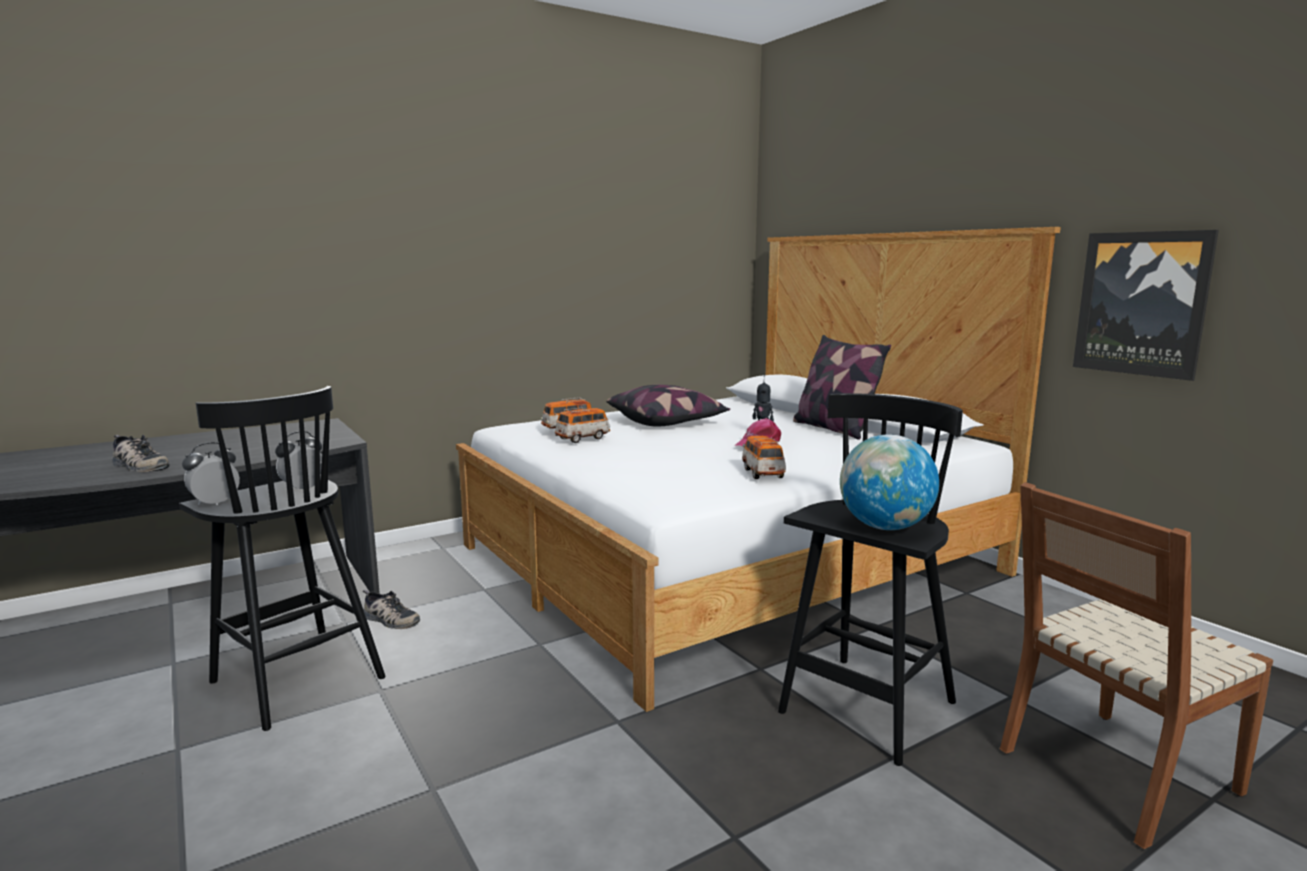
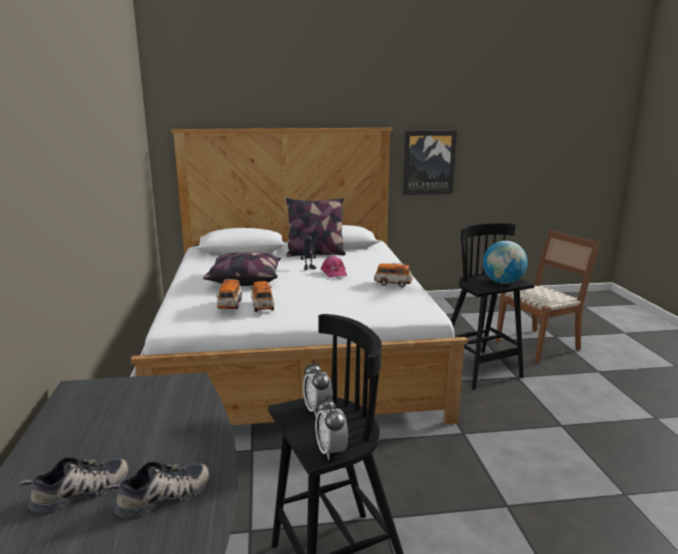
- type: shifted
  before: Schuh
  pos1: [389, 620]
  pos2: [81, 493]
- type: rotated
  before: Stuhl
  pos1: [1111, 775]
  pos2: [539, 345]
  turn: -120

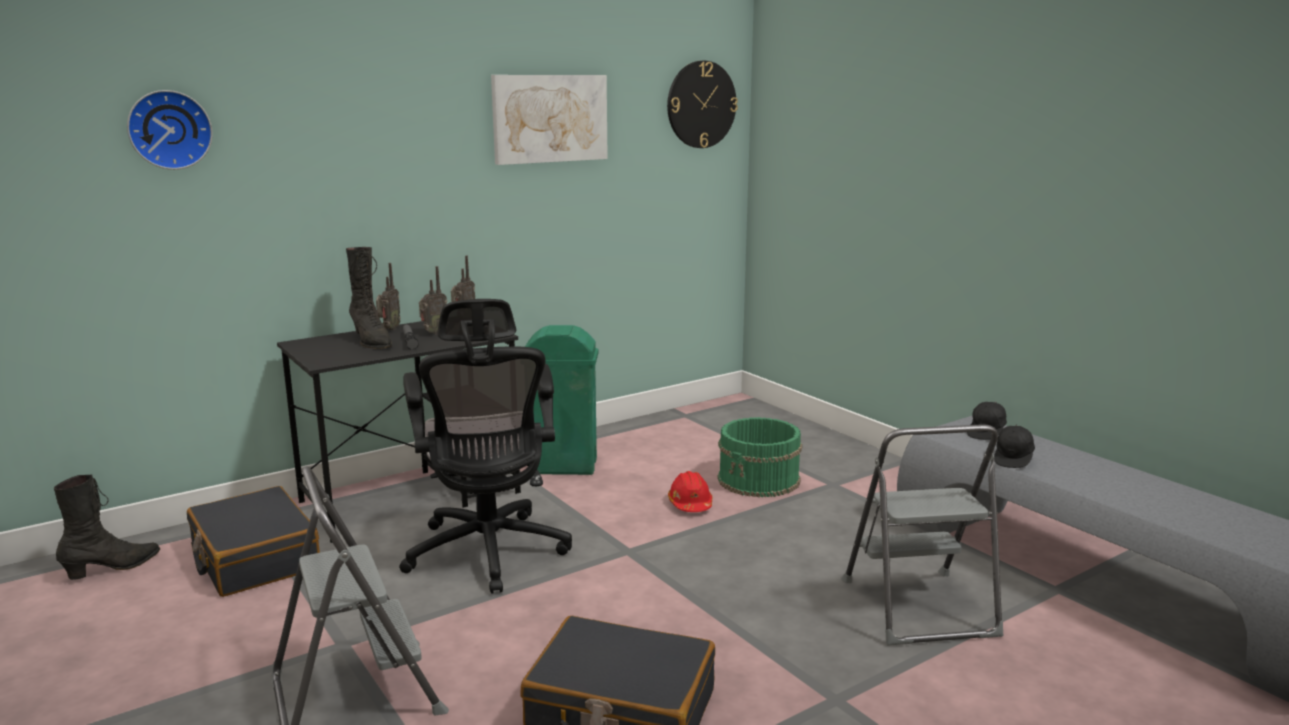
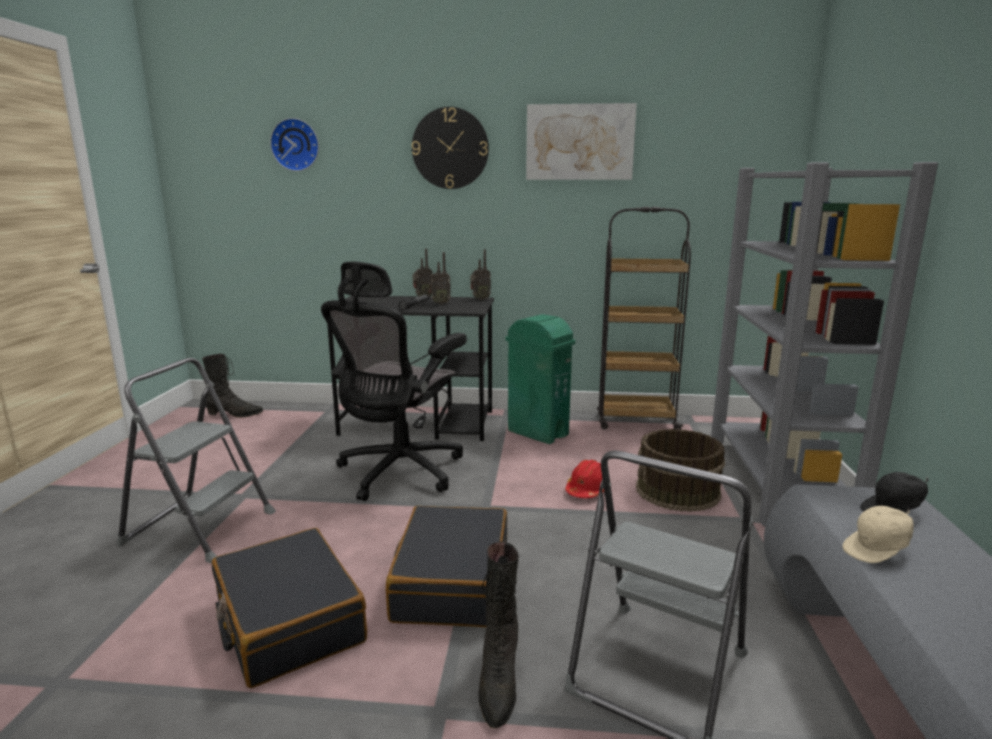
- type: shifted
  before: Koffer [schwarz]
  pos1: [254, 558]
  pos2: [451, 582]
- type: shifted
  before: Wanduhr
  pos1: [701, 104]
  pos2: [450, 148]
- type: shifted
  before: Stiefel [schwarz]
  pos1: [371, 341]
  pos2: [498, 682]
- type: new
  after: Rollwagen [braun]
  pos2: [636, 423]
- type: repainted
  before: Eimer [grün]
  after: Eimer [braun]
  pos1: [759, 480]
  pos2: [678, 491]
- type: new
  after: Bücherregal [grau]
  pos2: [777, 478]
- type: repainted
  before: Kappe [schwarz]
  after: Kappe [beige]
  pos1: [1013, 459]
  pos2: [878, 551]

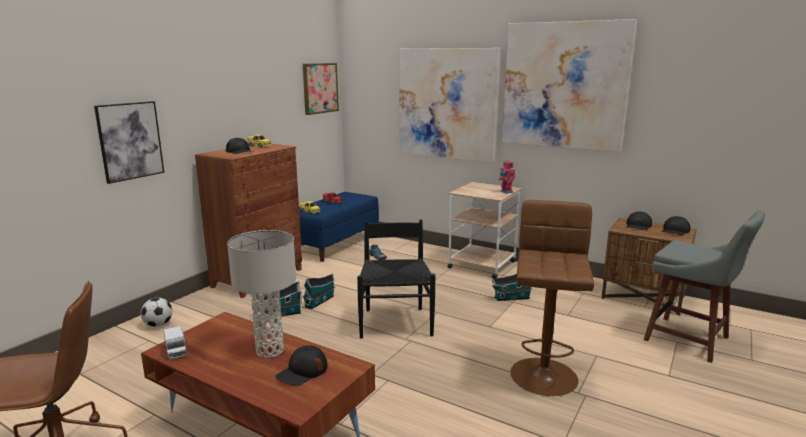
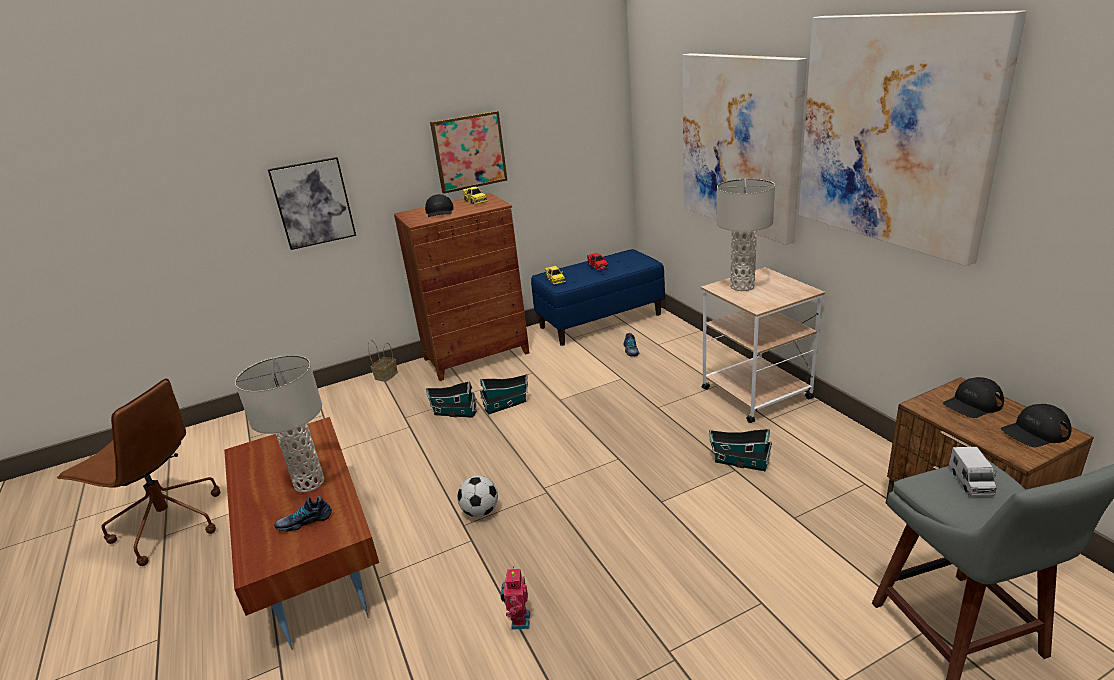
- type: swapped
  before: Kappe [schwarz]
  after: Schuh
  pos1: [302, 371]
  pos2: [304, 521]
- type: new
  after: Korb
  pos2: [386, 375]
- type: shifted
  before: Bild
  pos1: [320, 88]
  pos2: [469, 151]
- type: shifted
  before: Fußball
  pos1: [158, 325]
  pos2: [480, 511]
- type: shifted
  before: Spielzeugroboter
  pos1: [505, 192]
  pos2: [519, 620]
- type: new
  after: Tischlampe [weiß]
  pos2: [742, 286]
- type: shifted
  before: Spielzeuglaster
  pos1: [176, 351]
  pos2: [970, 481]
- type: gone
  before: Stuhl [schwarz]
  pos1: [395, 322]
- type: gone
  before: Hocker [braun]
  pos1: [544, 376]

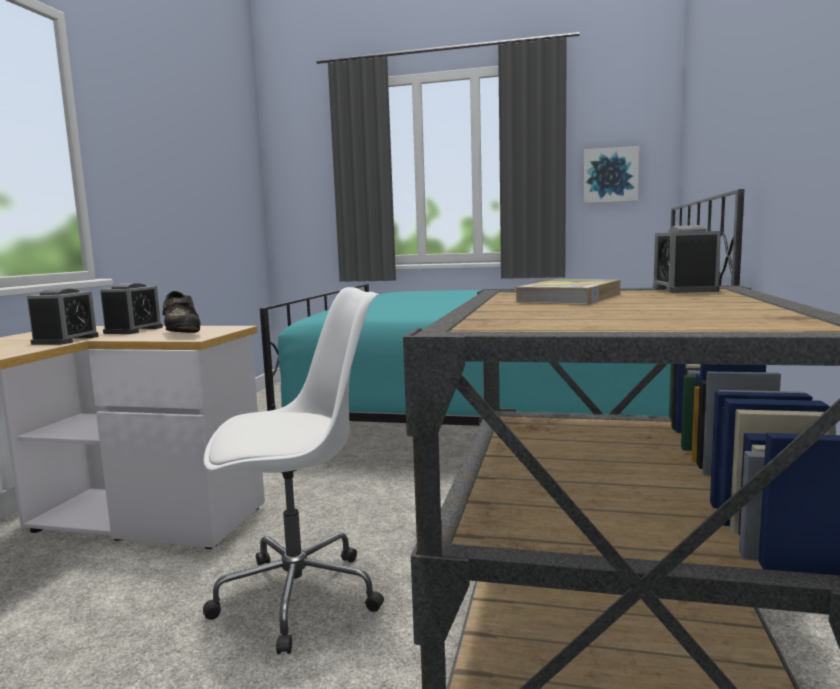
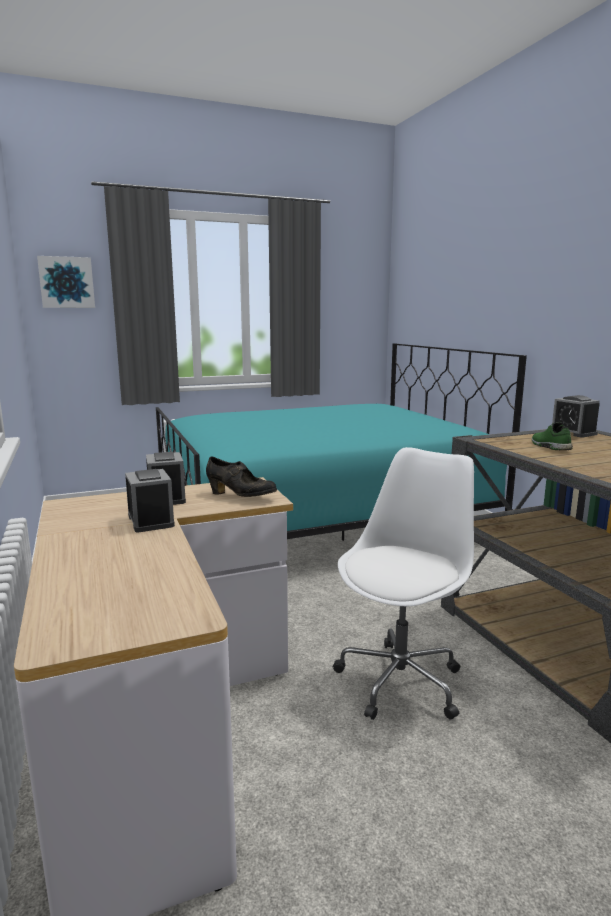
- type: shifted
  before: Bild
  pos1: [610, 175]
  pos2: [67, 282]
- type: swapped
  before: Buch
  after: Schuh [grün]
  pos1: [569, 298]
  pos2: [549, 446]

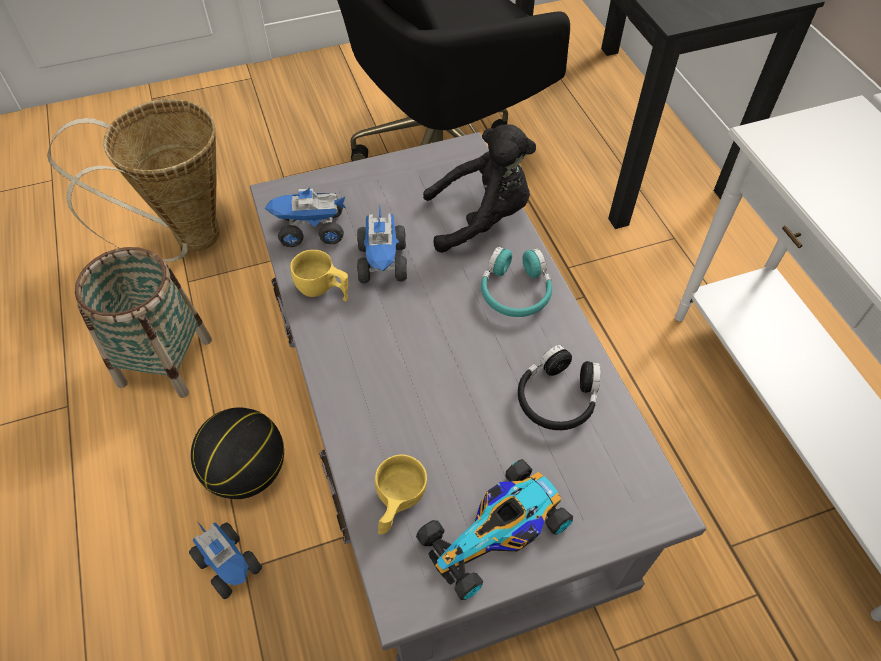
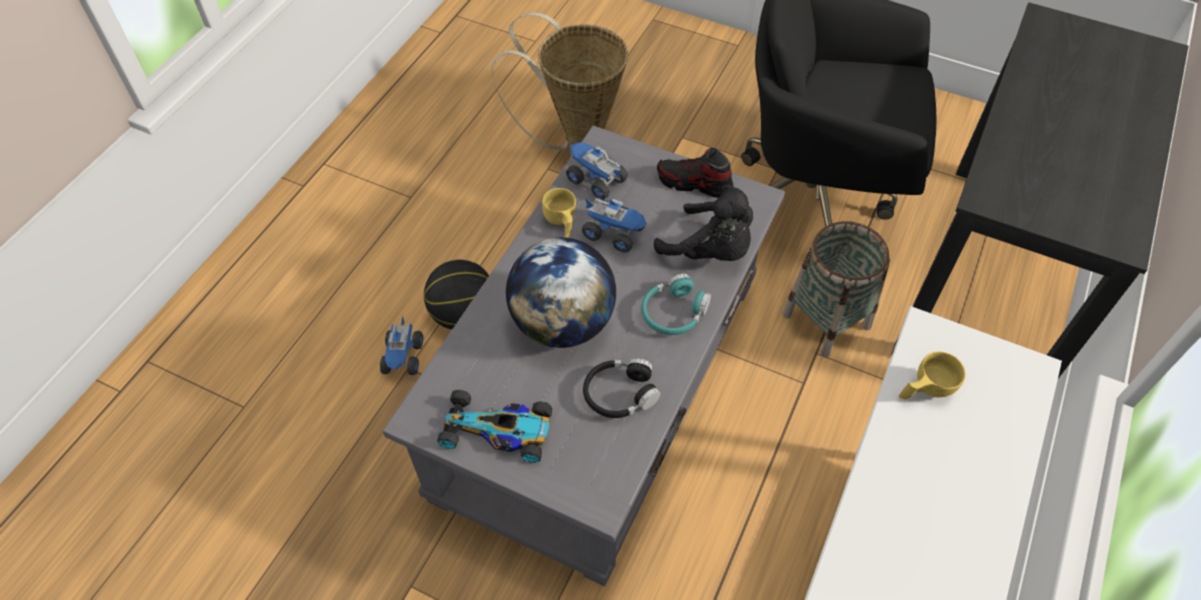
- type: new
  after: Globus
  pos2: [562, 323]
- type: rotated
  before: Spielzeuglaster
  pos1: [383, 263]
  pos2: [614, 233]
  turn: -105
- type: new
  after: Schuh
  pos2: [694, 184]
- type: shifted
  before: Korb
  pos1: [165, 361]
  pos2: [826, 320]
- type: shifted
  before: Tasse [gelb]
  pos1: [396, 503]
  pos2: [925, 389]

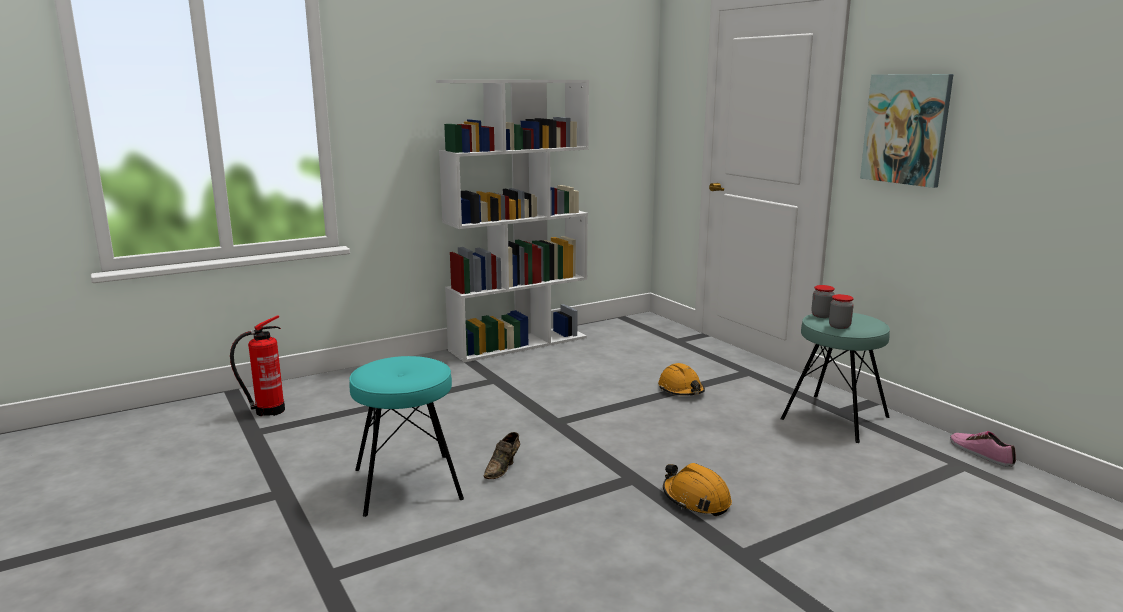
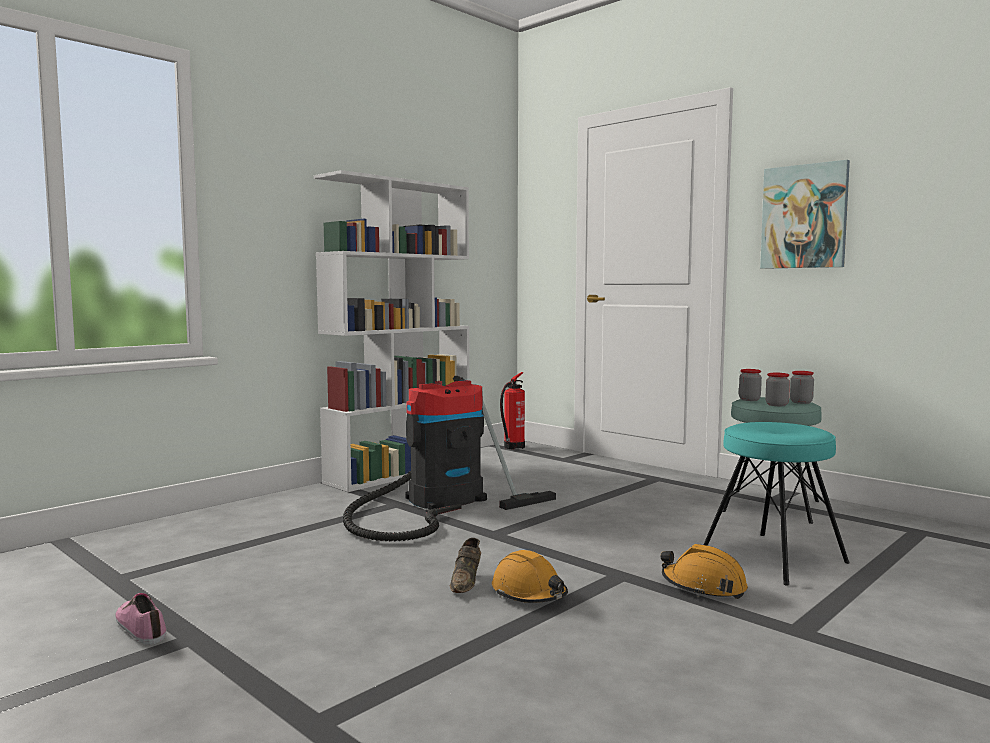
- type: shifted
  before: Schuh
  pos1: [981, 453]
  pos2: [142, 627]
- type: new
  after: Staubsauger
  pos2: [439, 502]
- type: shifted
  before: Schutzhelm [orange]
  pos1: [681, 390]
  pos2: [529, 593]
- type: shifted
  before: Feuerlöscher
  pos1: [267, 411]
  pos2: [512, 447]
- type: shifted
  before: Hocker [türkis]
  pos1: [407, 484]
  pos2: [773, 558]
- type: new
  after: Vorratsglas
  pos2: [801, 402]

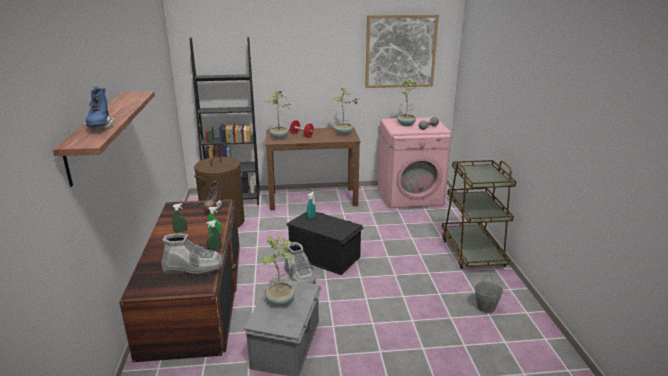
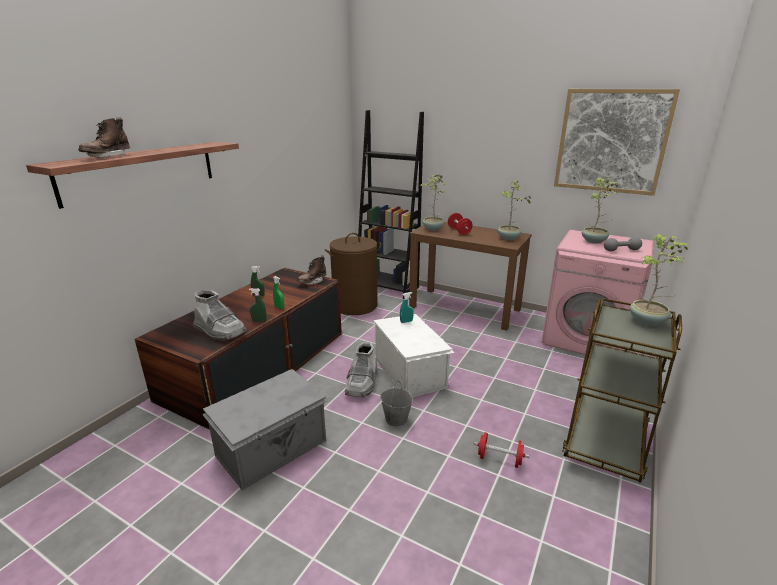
- type: repainted
  before: Stiefel [blau]
  after: Stiefel [braun]
  pos1: [100, 127]
  pos2: [107, 157]
- type: repainted
  before: Aufbewahrungsbox [schwarz]
  after: Aufbewahrungsbox [weiß]
  pos1: [325, 256]
  pos2: [410, 372]
- type: shifted
  before: Eimer [grau]
  pos1: [485, 307]
  pos2: [396, 419]
- type: new
  after: Hantel [rot]
  pos2: [499, 459]
- type: shifted
  before: Topfpflanze
  pos1: [281, 301]
  pos2: [648, 321]

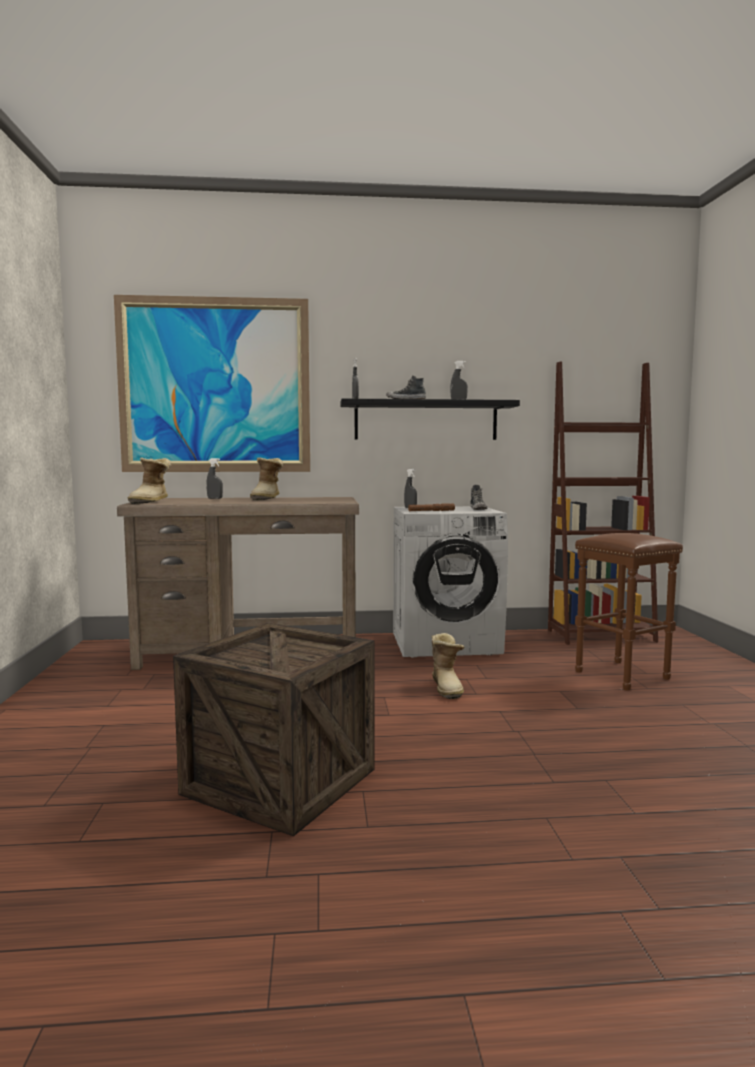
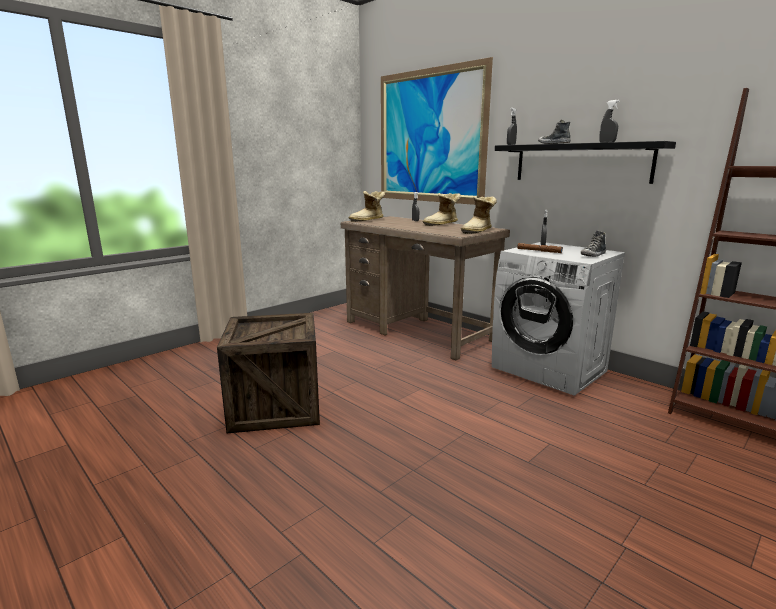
- type: shifted
  before: Stiefel
  pos1: [448, 687]
  pos2: [478, 231]
- type: gone
  before: Hocker [braun]
  pos1: [619, 674]

